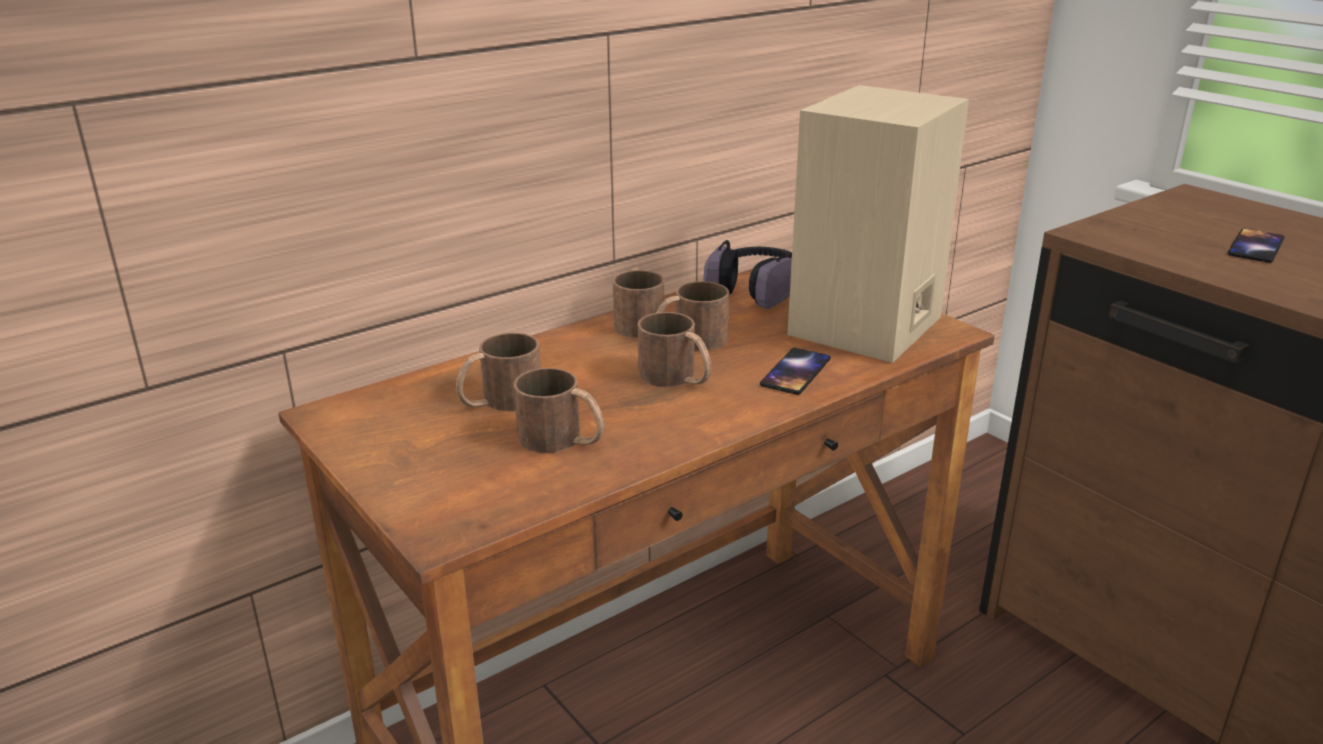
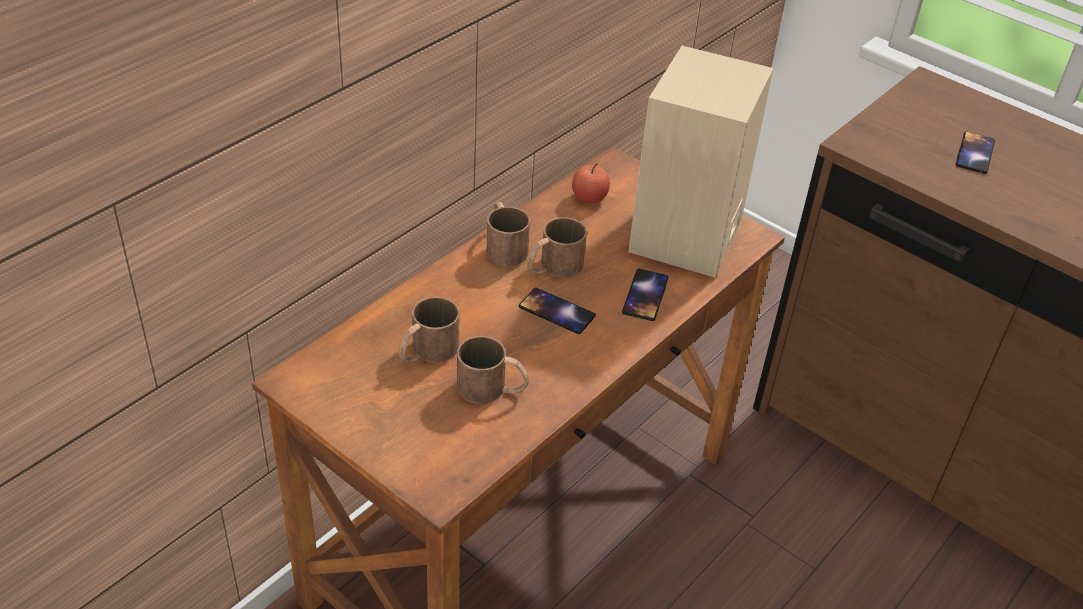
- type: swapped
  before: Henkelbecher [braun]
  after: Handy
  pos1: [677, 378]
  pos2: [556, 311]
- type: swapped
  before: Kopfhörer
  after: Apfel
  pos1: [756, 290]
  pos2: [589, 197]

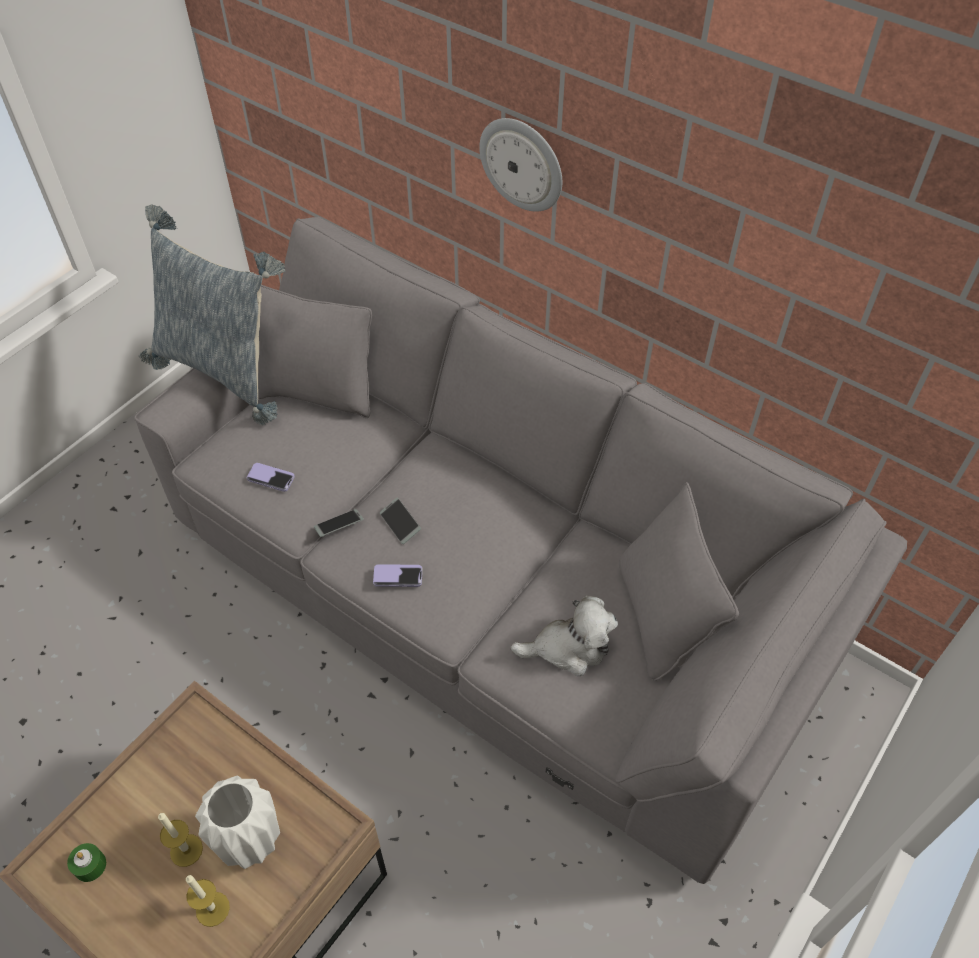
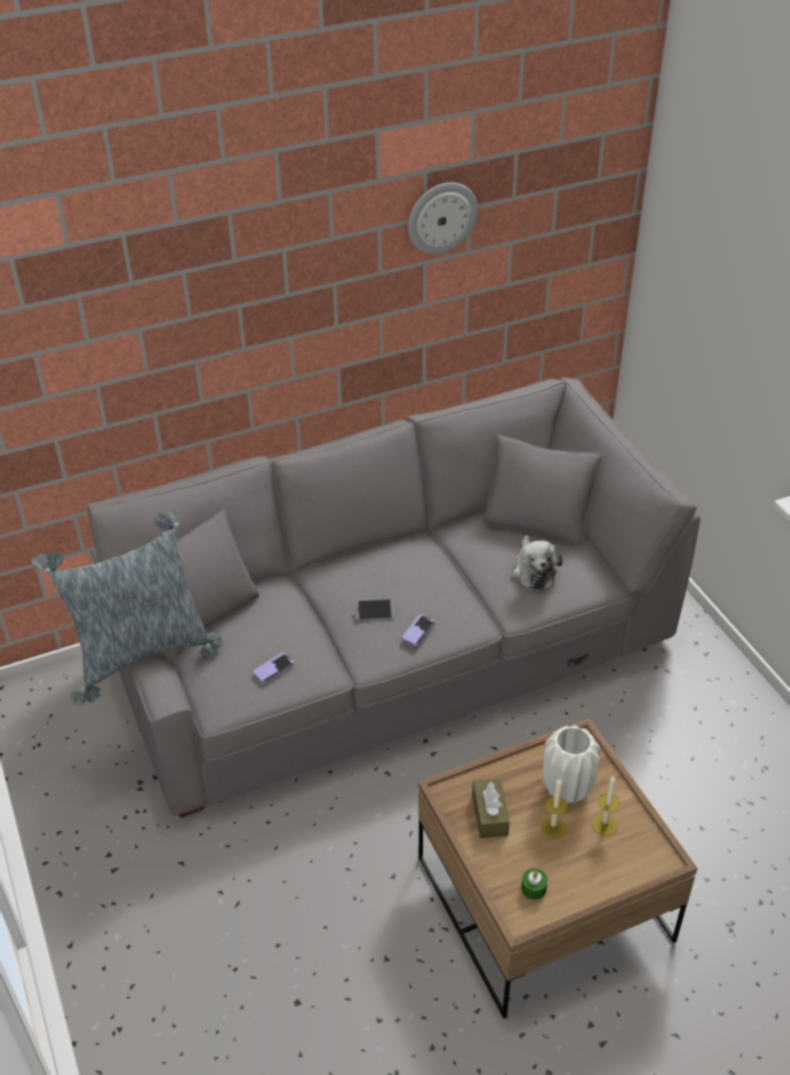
- type: shifted
  before: Wanduhr
  pos1: [522, 164]
  pos2: [441, 217]
- type: new
  after: Taschentuchbox [braun]
  pos2: [489, 815]
- type: rotated
  before: Plüschtier
  pos1: [568, 648]
  pos2: [533, 570]
  turn: 150
- type: gone
  before: Handy
  pos1: [339, 526]

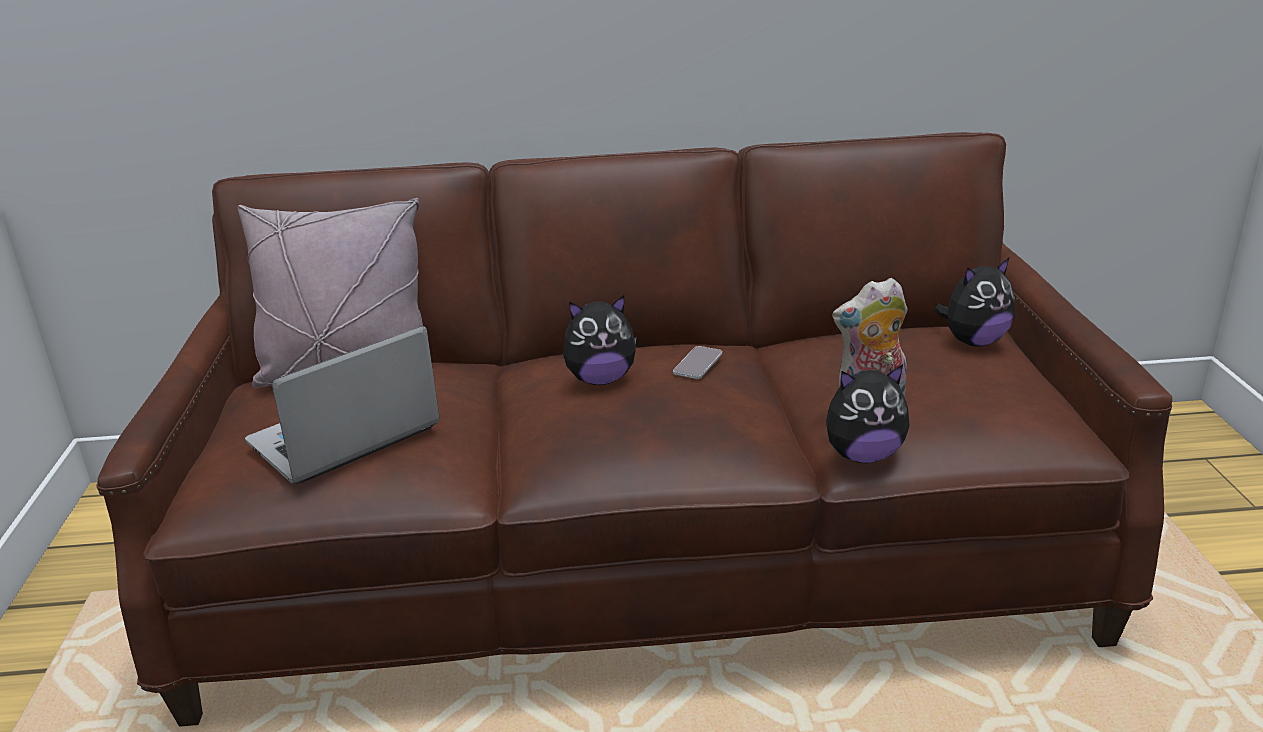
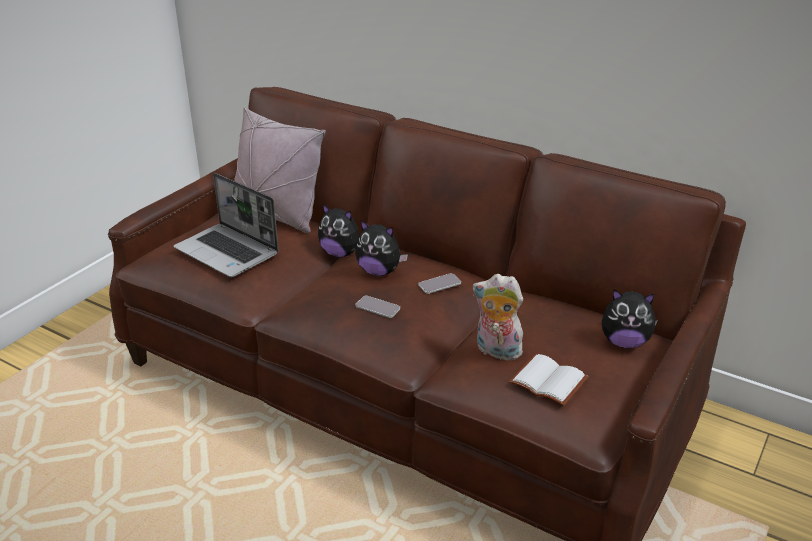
- type: rotated
  before: Laptop
  pos1: [343, 438]
  pos2: [228, 252]
  turn: -135
- type: shifted
  before: Plüschtier
  pos1: [863, 455]
  pos2: [341, 253]
- type: new
  after: Handy
  pos2: [377, 307]
- type: new
  after: Buch [weiß]
  pos2: [550, 381]

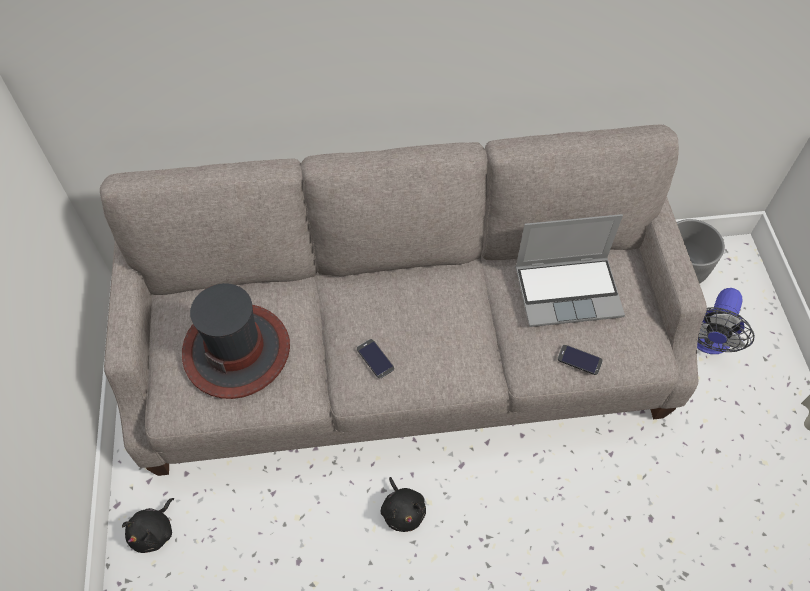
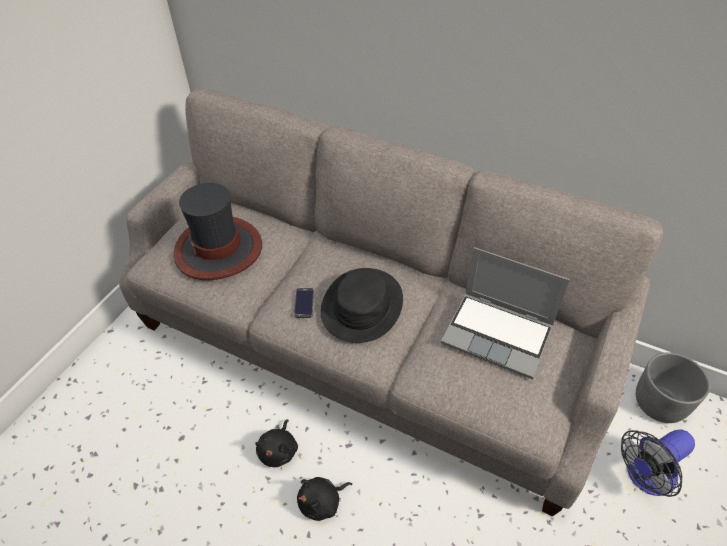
- type: shifted
  before: Plüschtier [schwarz]
  pos1: [154, 531]
  pos2: [322, 502]
- type: new
  after: Hut [schwarz]
  pos2: [361, 305]
- type: gone
  before: Handy
  pos1: [579, 360]

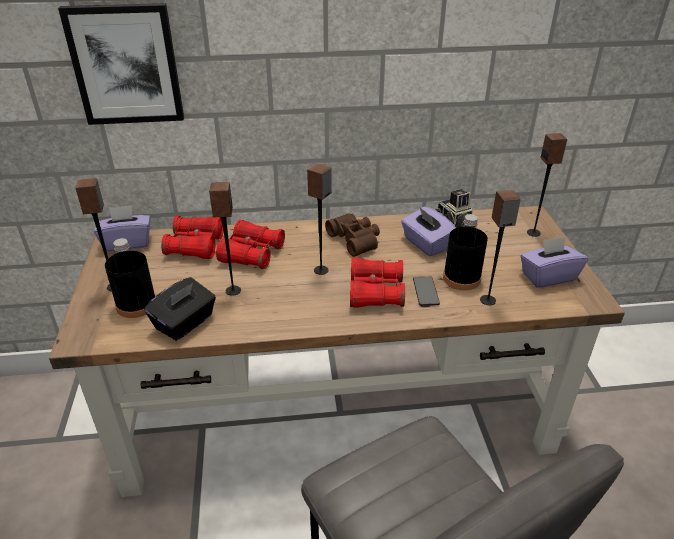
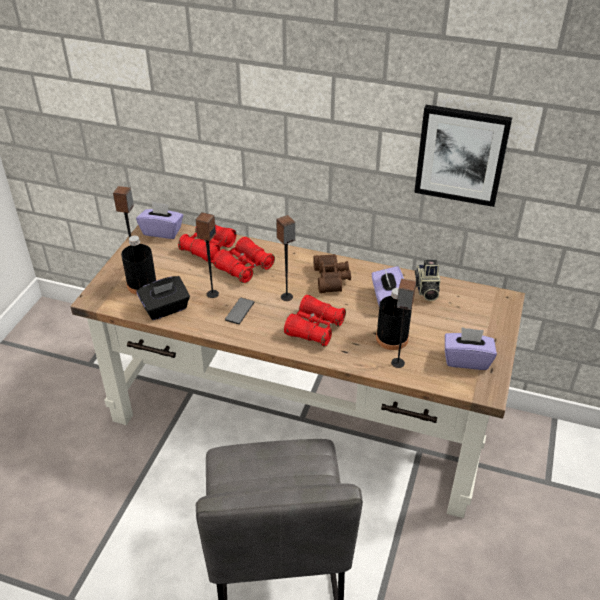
- type: shifted
  before: Handy
  pos1: [425, 292]
  pos2: [239, 311]
- type: shifted
  before: Bild
  pos1: [126, 65]
  pos2: [461, 155]
- type: gone
  before: Lautsprecher
  pos1: [534, 233]

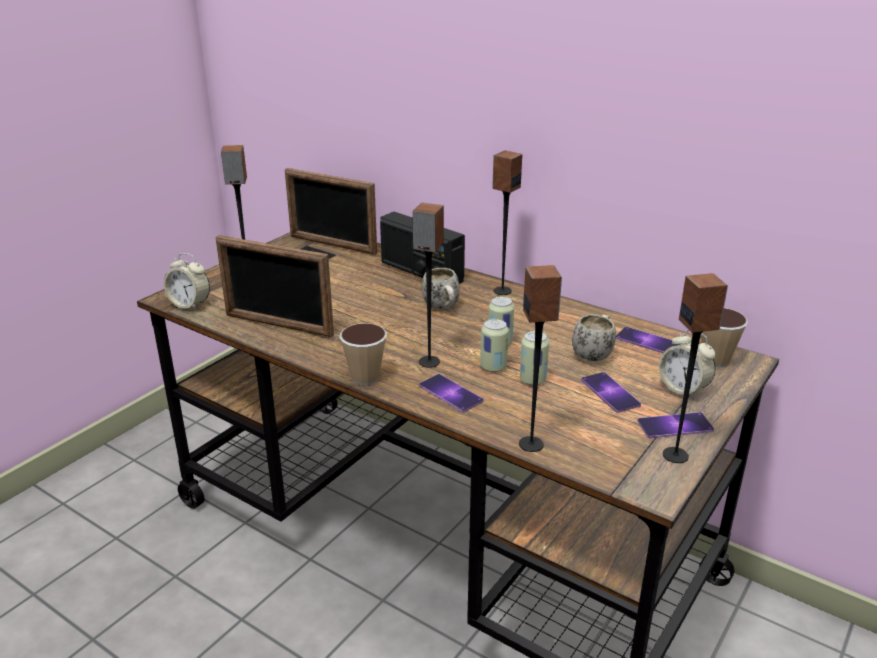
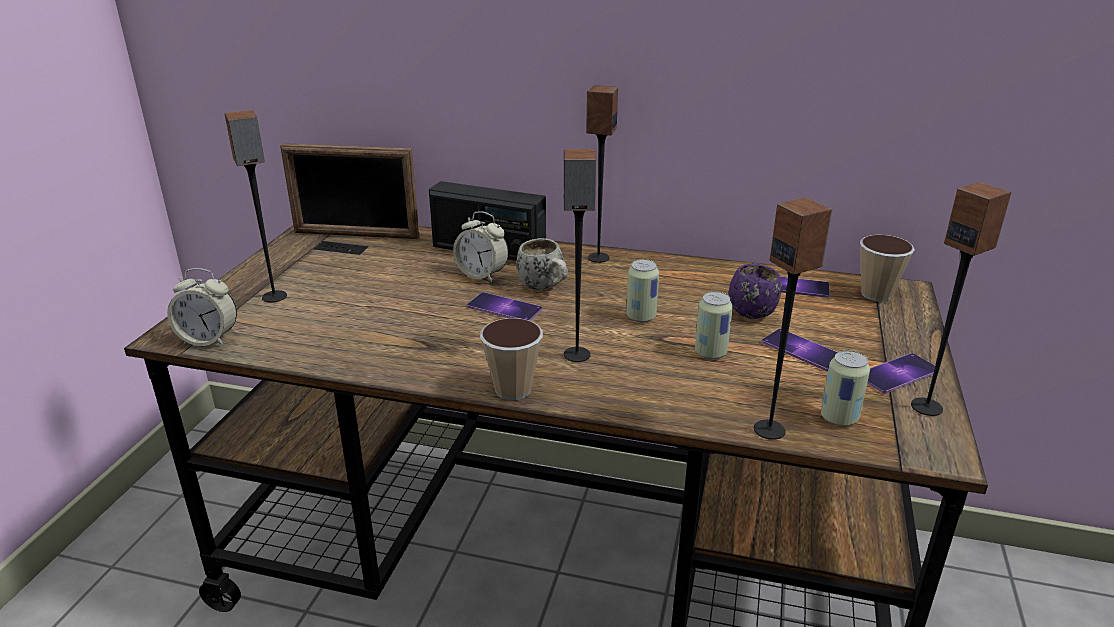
- type: shifted
  before: Wecker
  pos1: [683, 389]
  pos2: [482, 275]
- type: shifted
  before: Handy
  pos1: [450, 393]
  pos2: [504, 308]
- type: repainted
  before: Henkelbecher [weiß]
  after: Henkelbecher [lila]
  pos1: [594, 353]
  pos2: [751, 310]
- type: shifted
  before: Dose
  pos1: [493, 367]
  pos2: [839, 418]
- type: gone
  before: Bilderrahmen
  pos1: [278, 325]

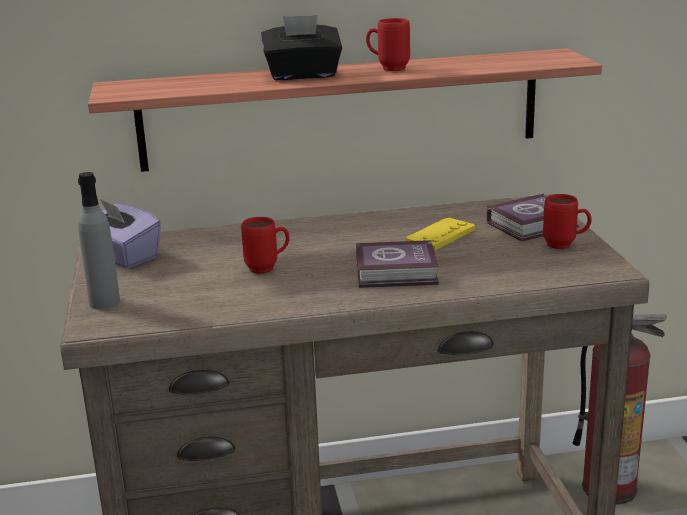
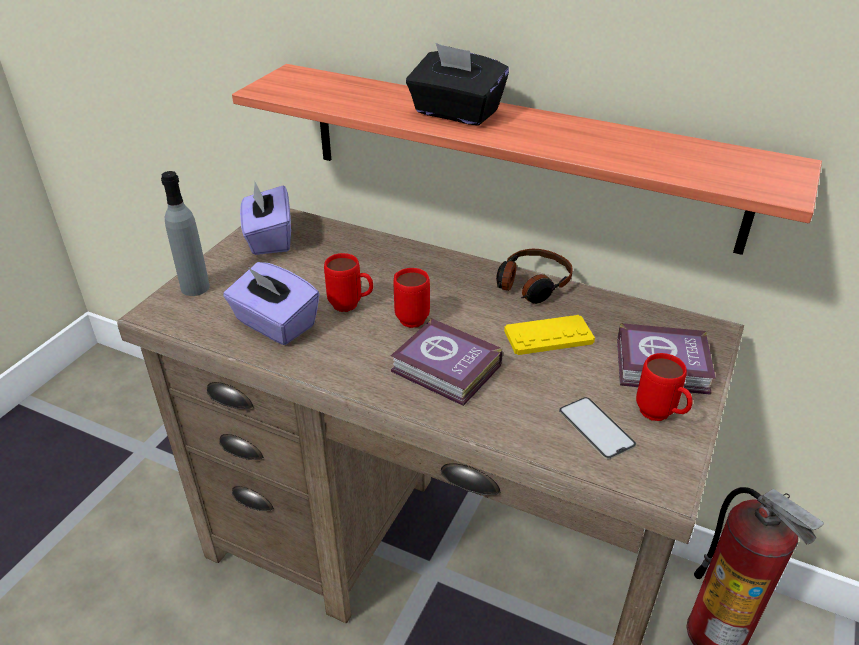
- type: new
  after: Taschentuchbox [lila]
  pos2: [275, 324]
- type: shifted
  before: Henkelbecher [rot]
  pos1: [388, 68]
  pos2: [408, 316]
- type: new
  after: Kopfhörer
  pos2: [531, 285]
- type: new
  after: Handy
  pos2: [596, 428]

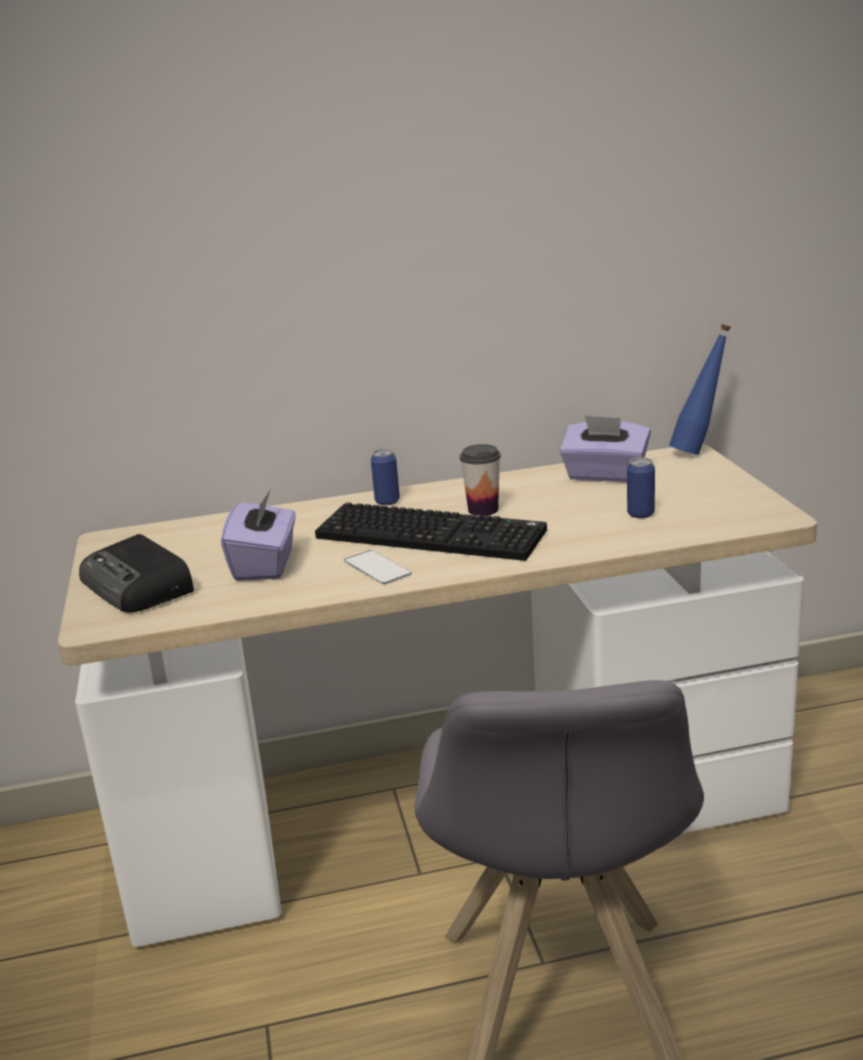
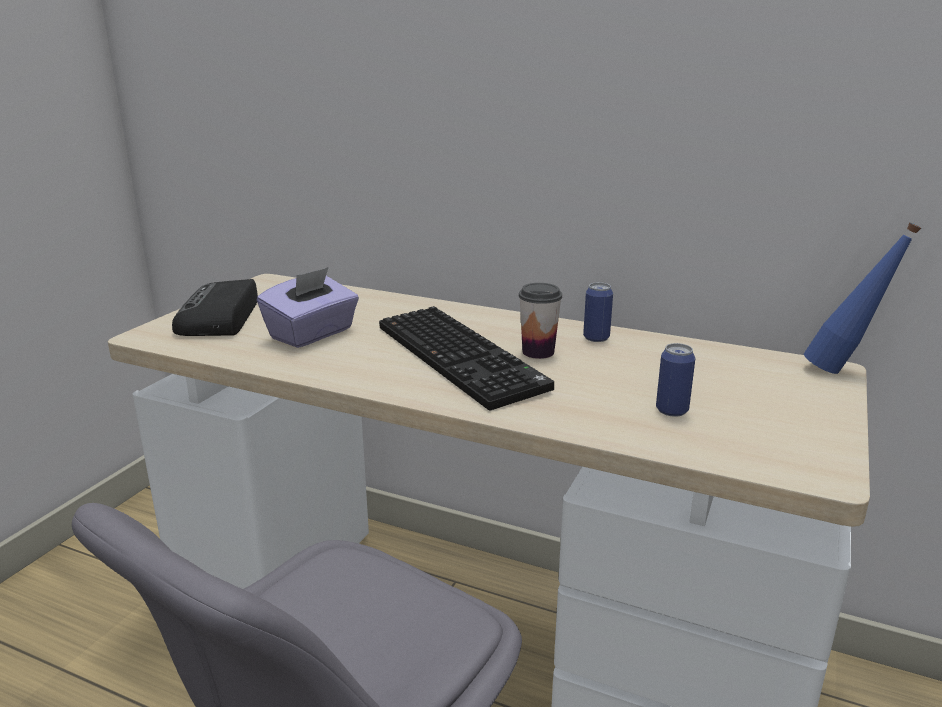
- type: shifted
  before: Dose
  pos1: [387, 501]
  pos2: [596, 338]
- type: gone
  before: Handy
  pos1: [377, 568]
- type: gone
  before: Taschentuchbox [lila]
  pos1: [605, 475]

